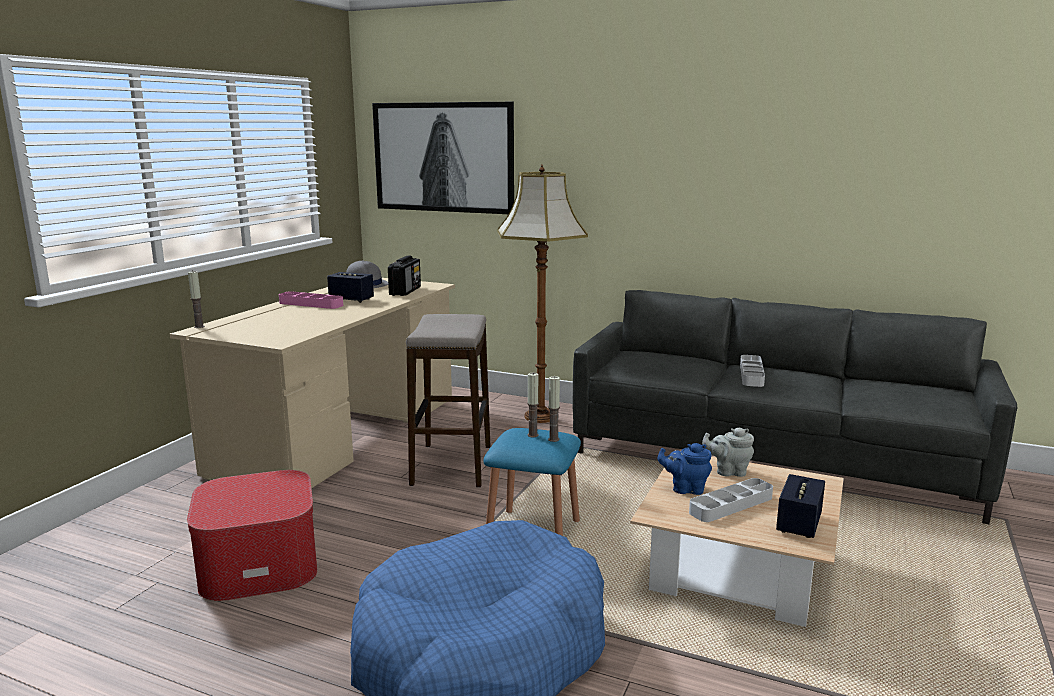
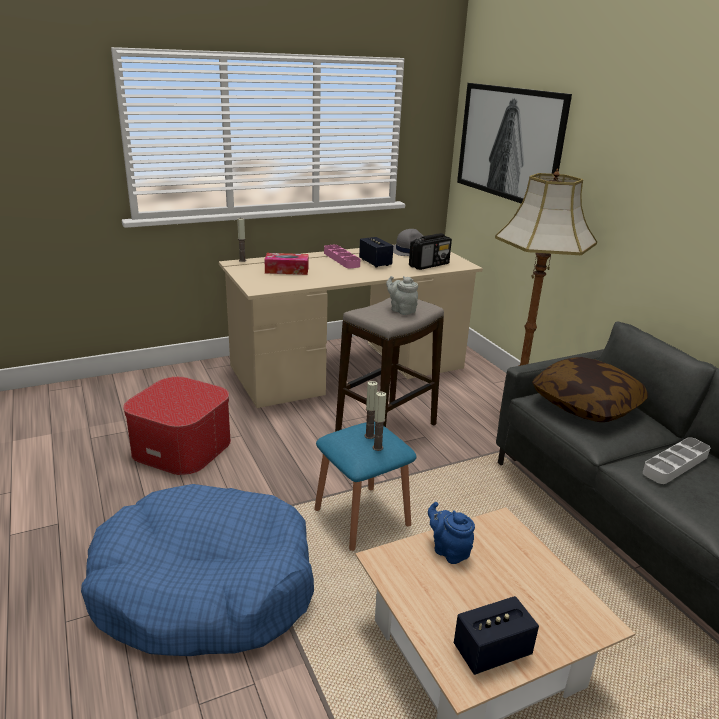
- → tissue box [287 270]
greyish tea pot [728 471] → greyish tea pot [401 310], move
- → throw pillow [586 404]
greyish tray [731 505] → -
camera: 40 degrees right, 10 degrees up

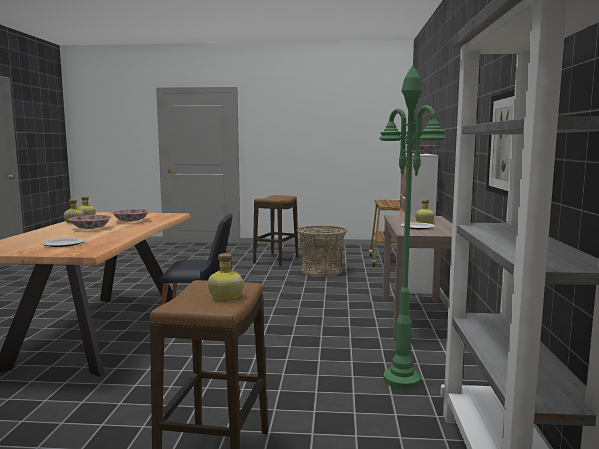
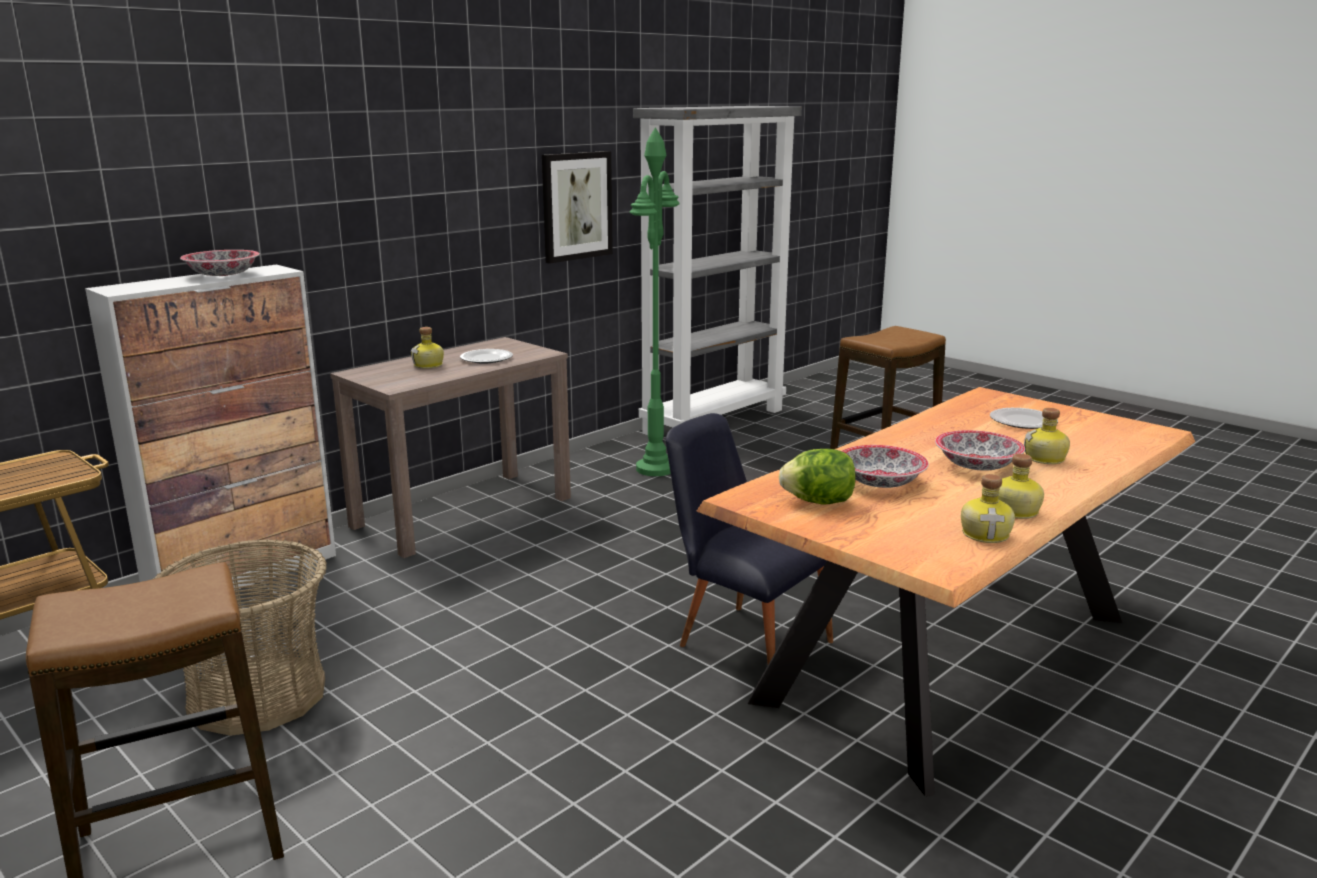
- → head of lettuce [818 502]
beverage bottle [224 295] → beverage bottle [1046 459], move
camera: 140 degrees left, 10 degrees up

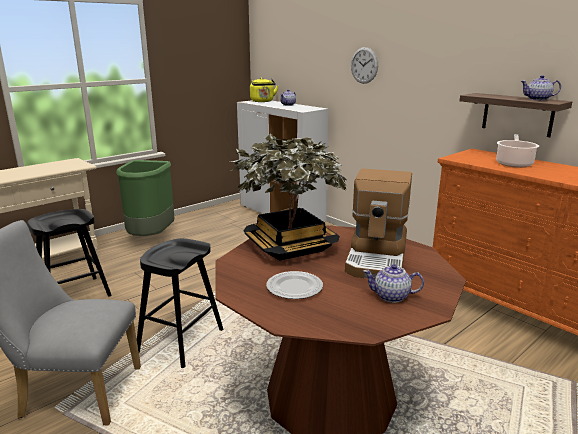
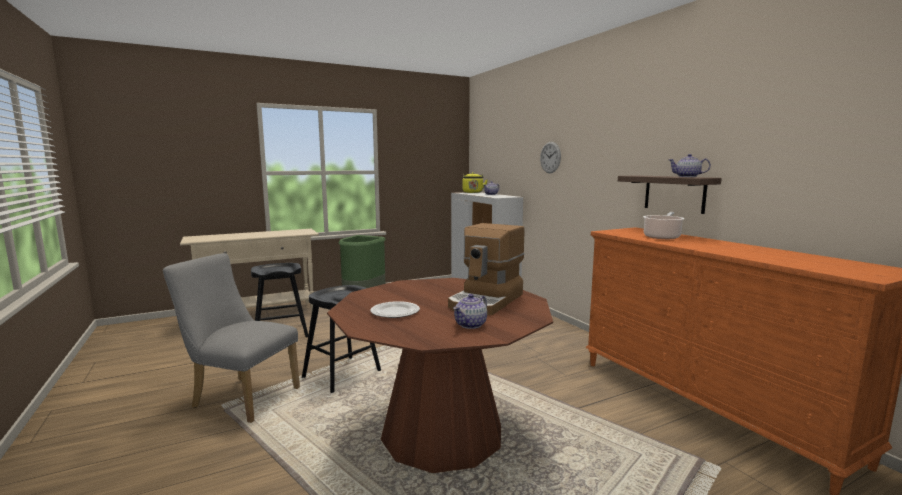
tea pot [392 296] → tea pot [471 325], 75 degrees counterclockwise
houseplant [290 247] → -
camera: 15 degrees right, 10 degrees down

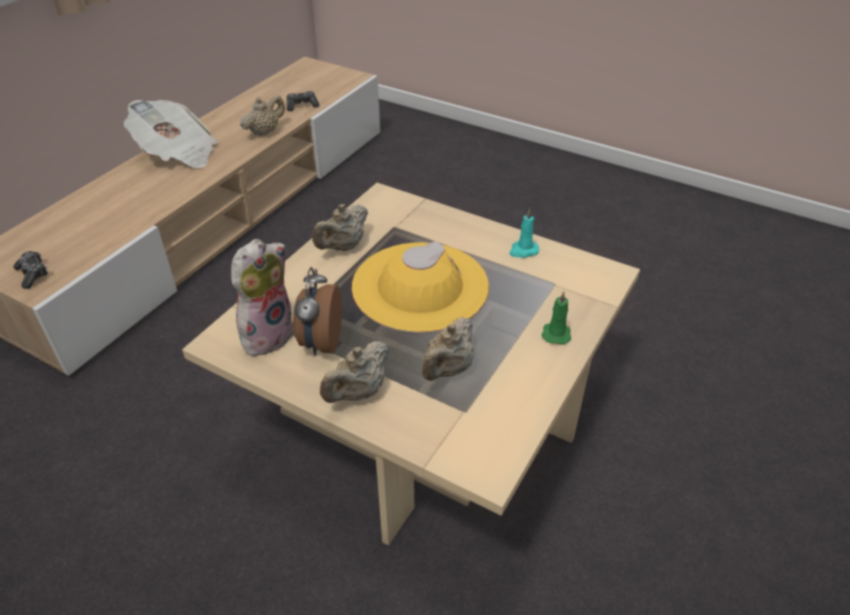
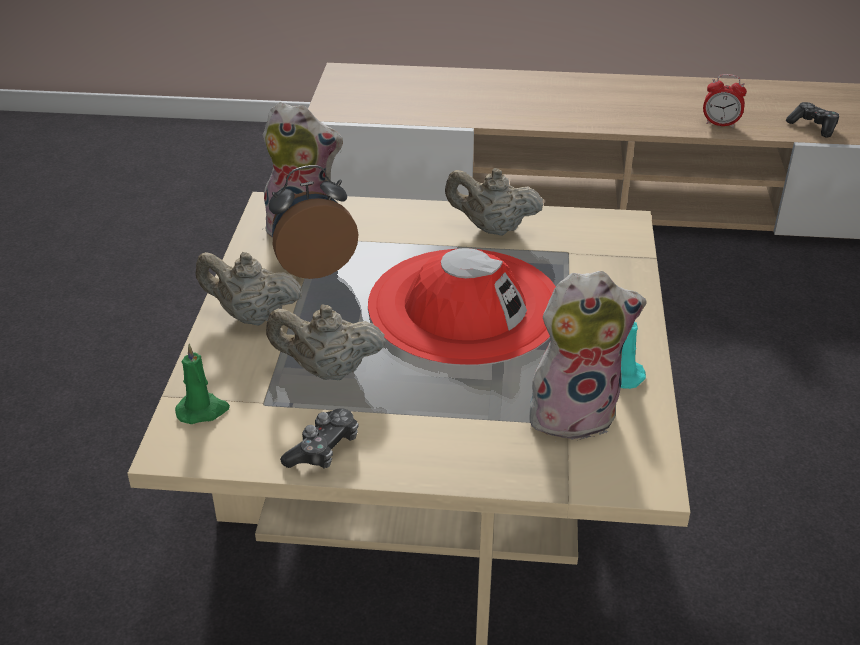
greenish candle [556 333] → greenish candle [203 410], move
joypad [33 274] → joypad [323 449], move
yellow-coloured clothing hat [420 286] → red-coloured clothing hat [464 306]
- → cuddly toy [574 412]
beige tea pot [265 132] → bedside clock [720 124]
daily paper [177 153] → -
camera: 65 degrees right, 5 degrees down

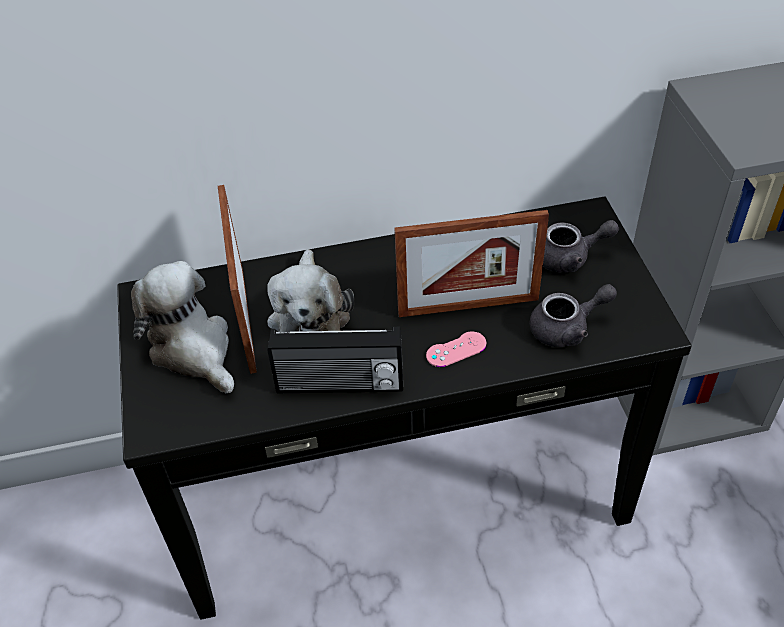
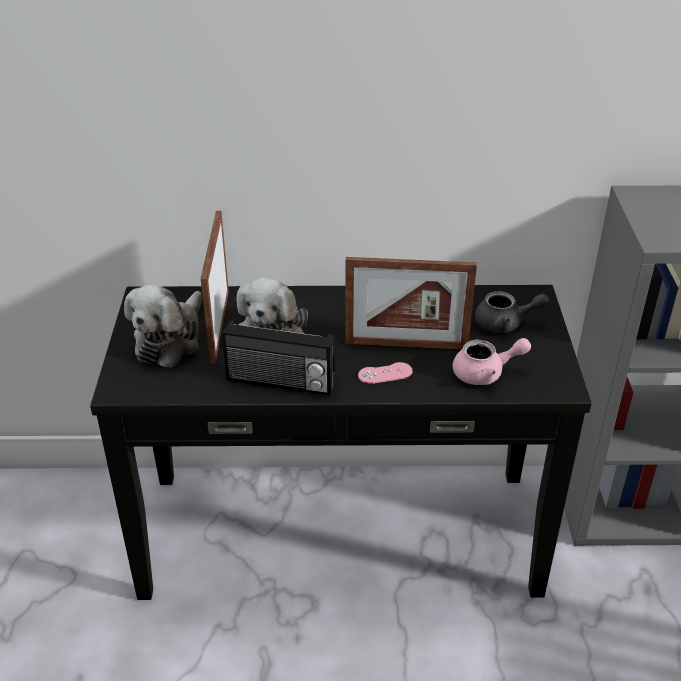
cuddly toy [193 349] → cuddly toy [170 339], 135 degrees counterclockwise
greyish tea pot [567 328] → pinkish tea pot [485 373]
camera: 10 degrees right, 10 degrees down

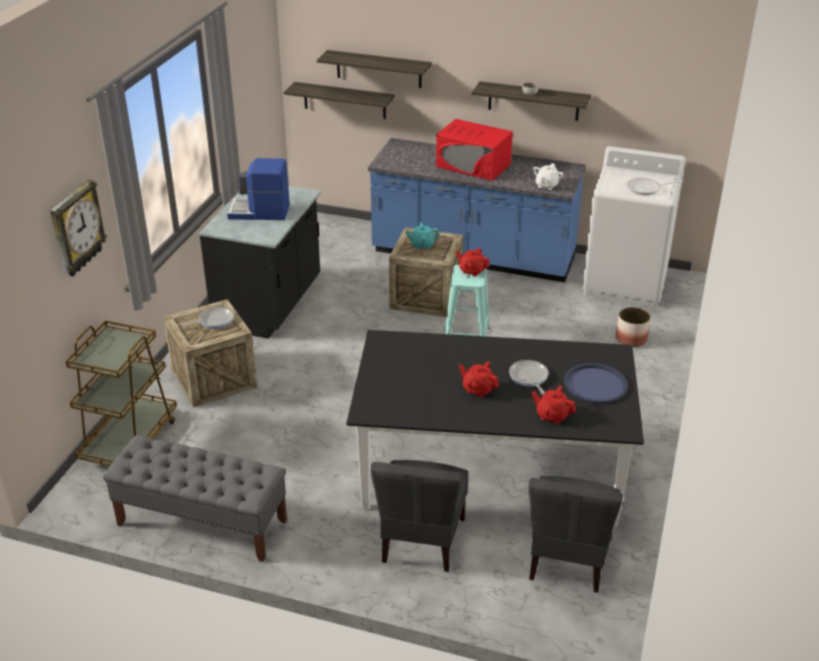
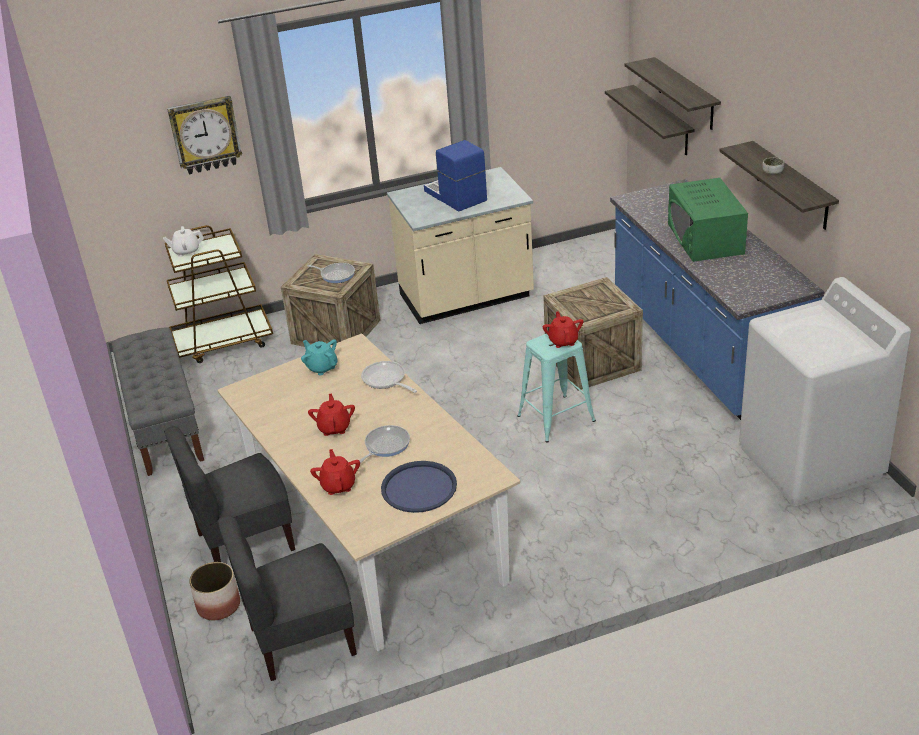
whitish tea pot [546 185] → whitish tea pot [186 251], move
plant pot [631 339] → plant pot [218 606], move
black dinner table [491 472] → beige dinner table [375 533]
turquoise tea pot [422 245] → turquoise tea pot [321 367], move
skillet [647 189] → skillet [386 380], move
black kitchen base unit [270 305] → beige kitchen base unit [466 298]
red-coloured microwave [473 165] → greenish microwave [705 238]
camera: 55 degrees right, 0 degrees up

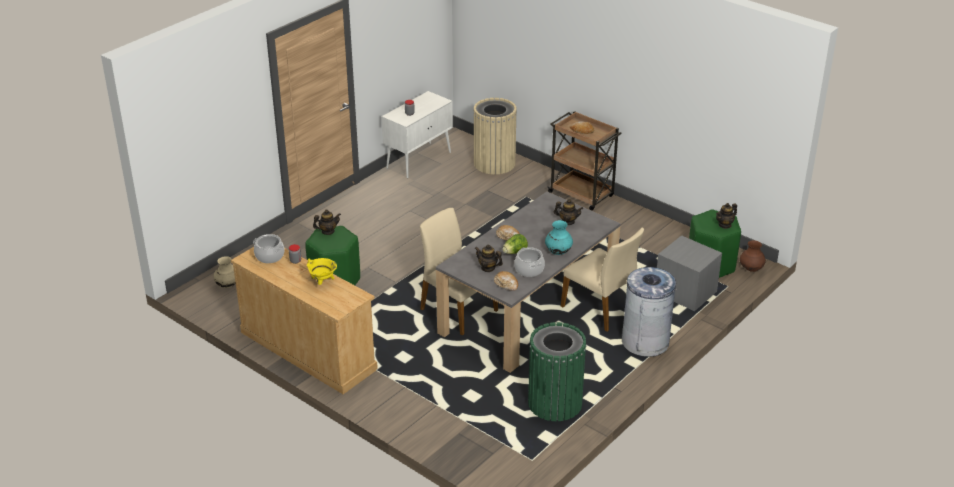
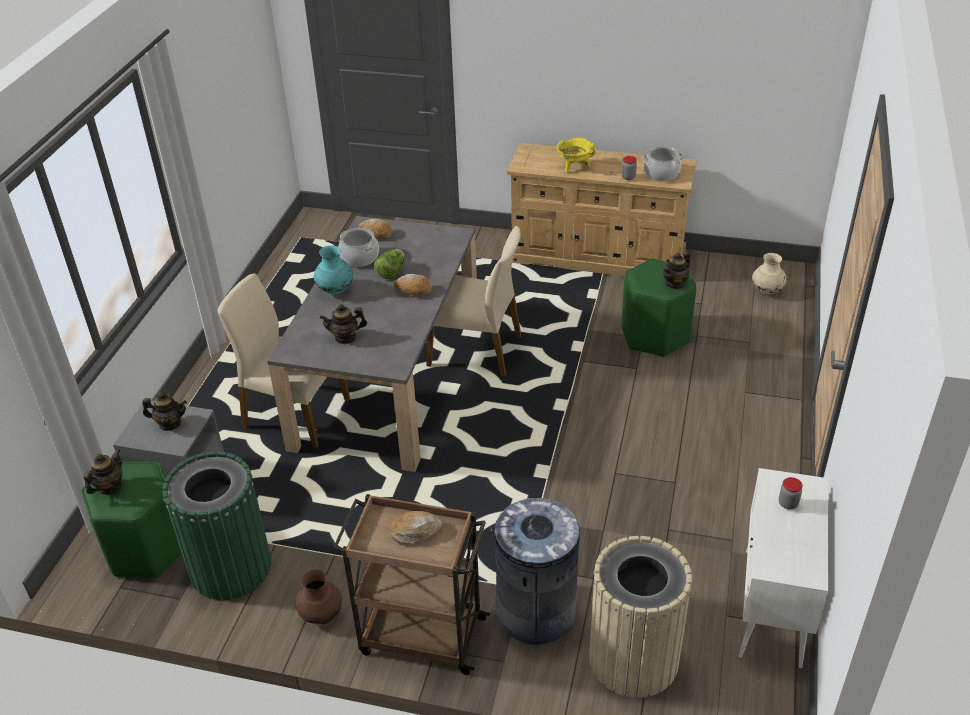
tea pot [488 268] → tea pot [170 424], move
greenish waste bin [555 403] → greenish waste bin [230 567], move
brown flower vase [751 269] → brown flower vase [321 614], move
greyish waste bin [645 342] → greyish waste bin [536 612], move
camera: 155 degrees right, 5 degrees up

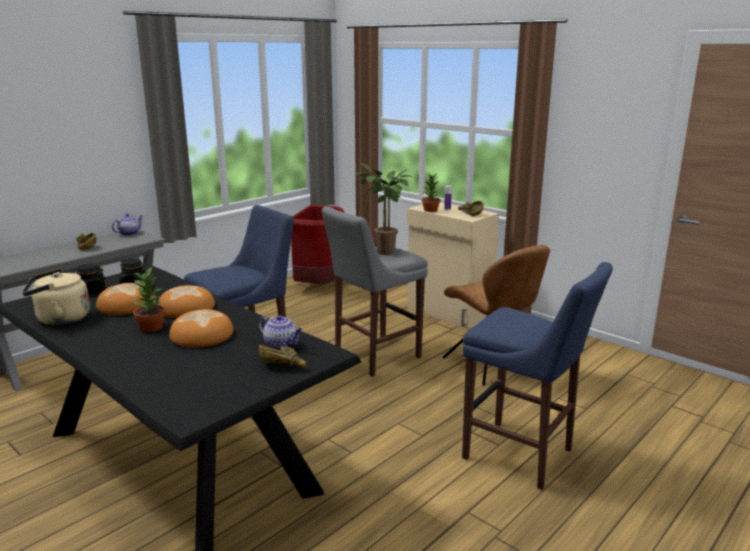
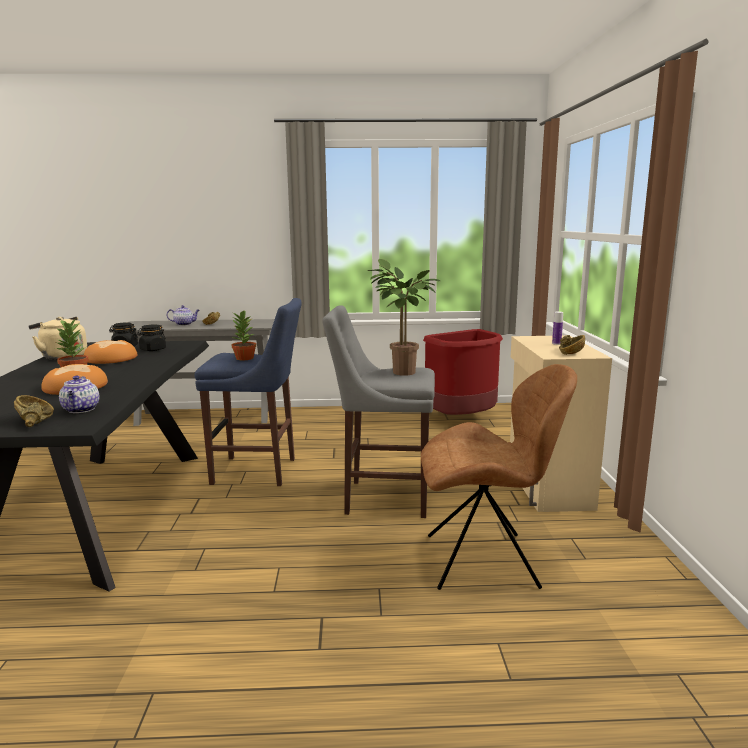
tea pot [129 233] → tea pot [184 324], move
houseplant [430 210] → houseplant [244 358], move
brown upright chair [490 365] → brown upright chair [486 561], 105 degrees counterclockwise
baked bread [187 308] → -
blue stool seat [522 456] → -
camera: 45 degrees right, 5 degrees down

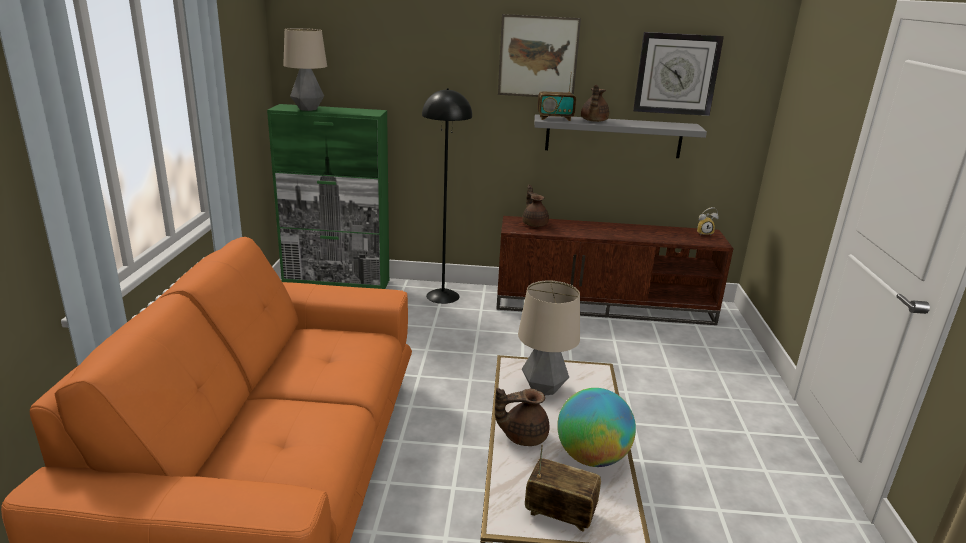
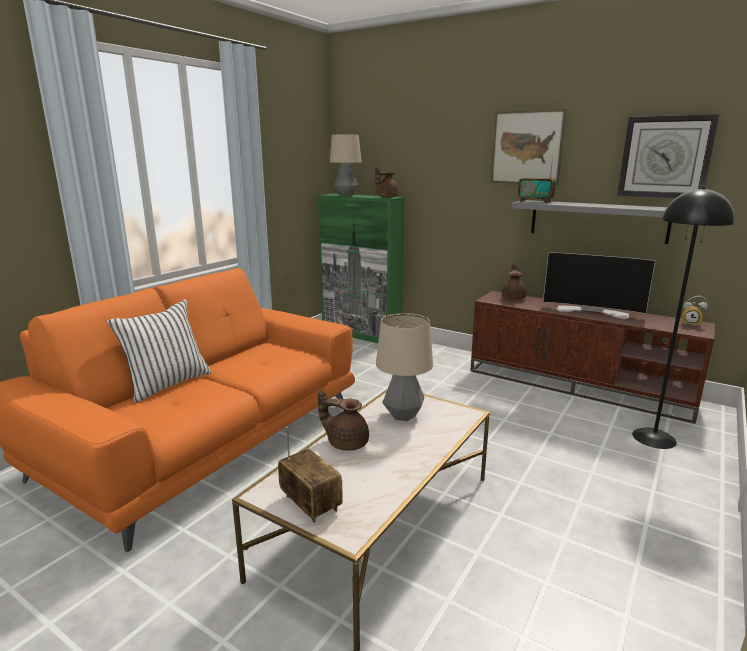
- → whitish throw pillow [167 384]
brown tea pot [593 121] → brown tea pot [386 197], move
- → TV set [592 311]
black standard lamp [443 296] → black standard lamp [654 438], move
desk globe [591 457] → -
camera: 30 degrees right, 5 degrees down

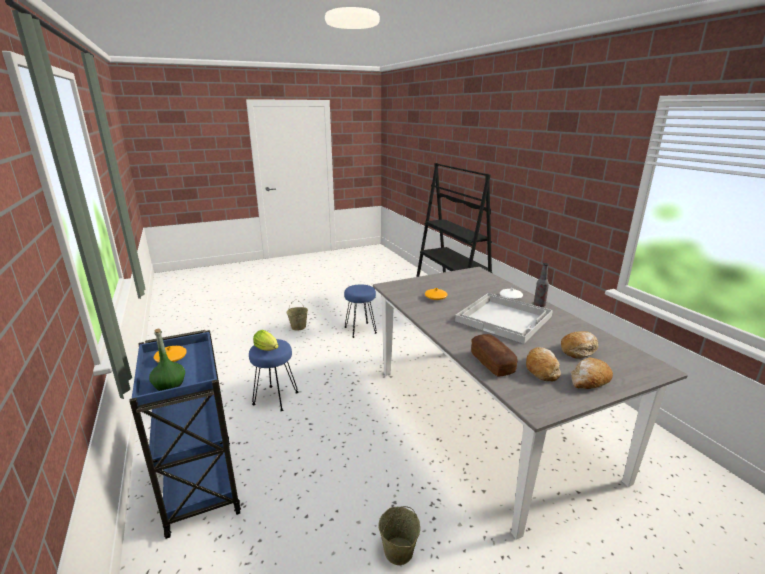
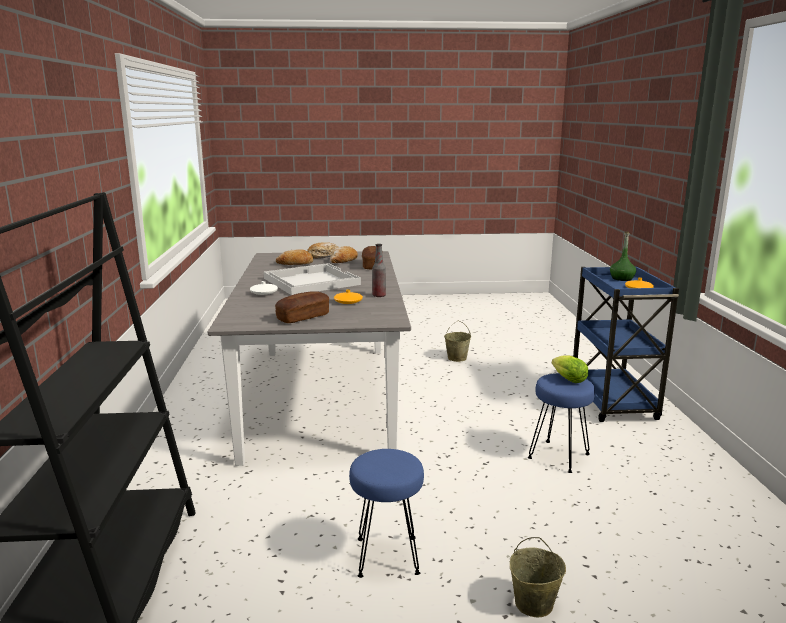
- → baked bread [303 317]
beverage bottle [539 305] → beverage bottle [379 295], move
camera: 160 degrees left, 5 degrees down

